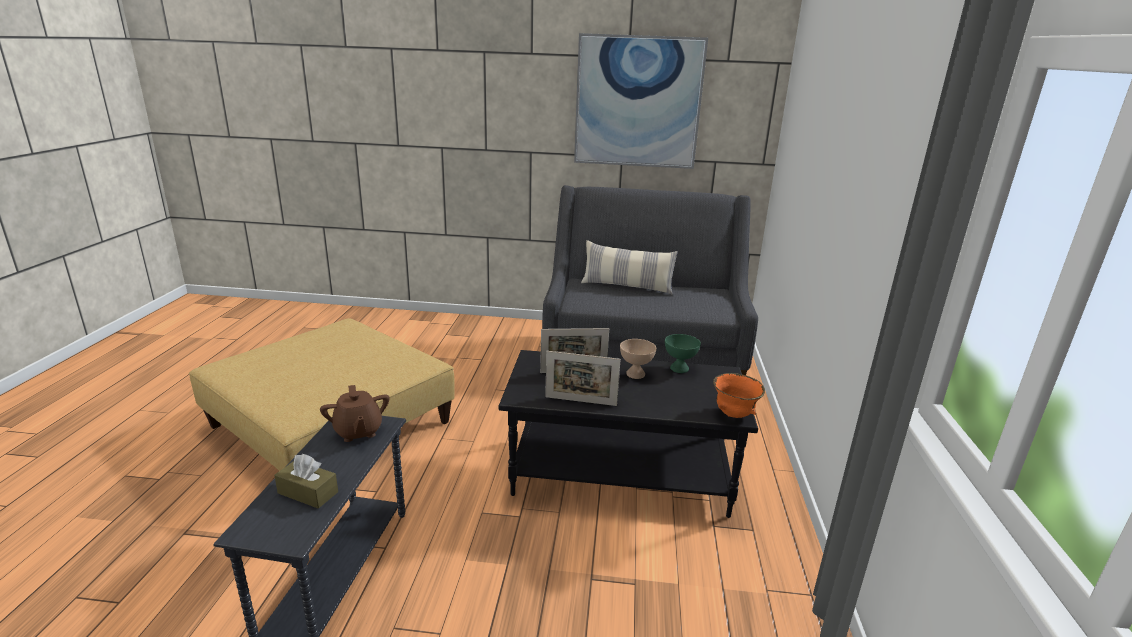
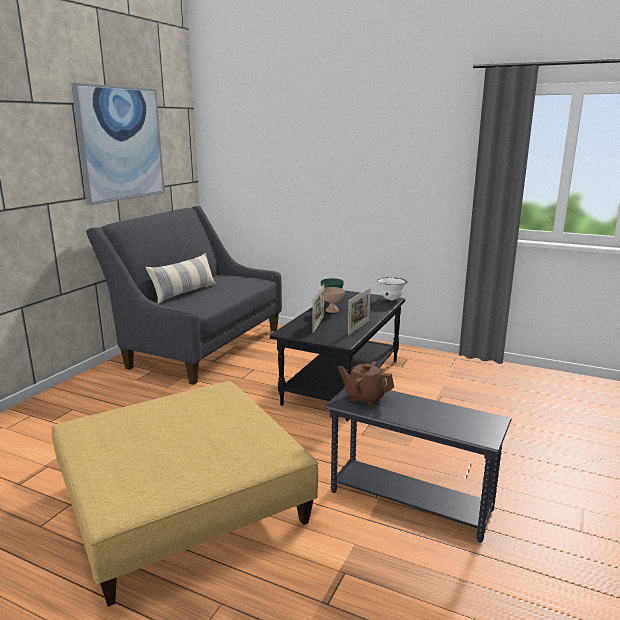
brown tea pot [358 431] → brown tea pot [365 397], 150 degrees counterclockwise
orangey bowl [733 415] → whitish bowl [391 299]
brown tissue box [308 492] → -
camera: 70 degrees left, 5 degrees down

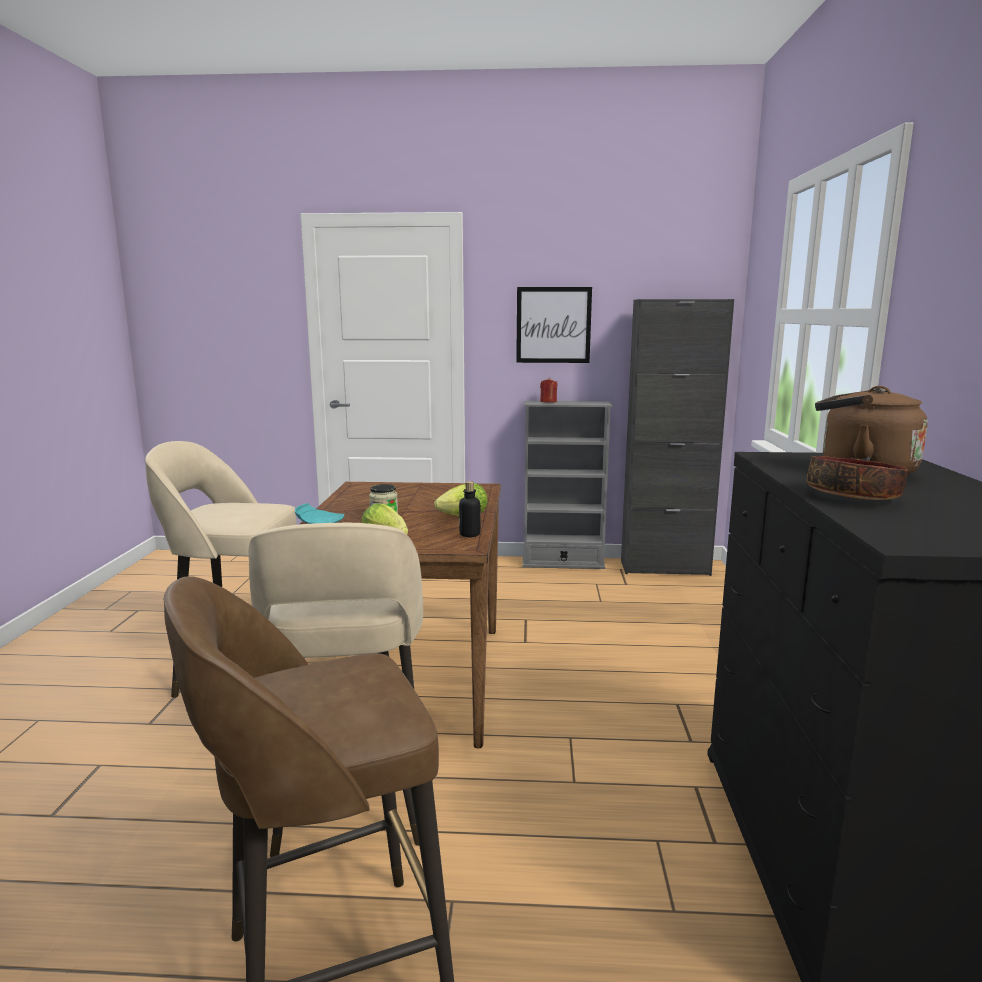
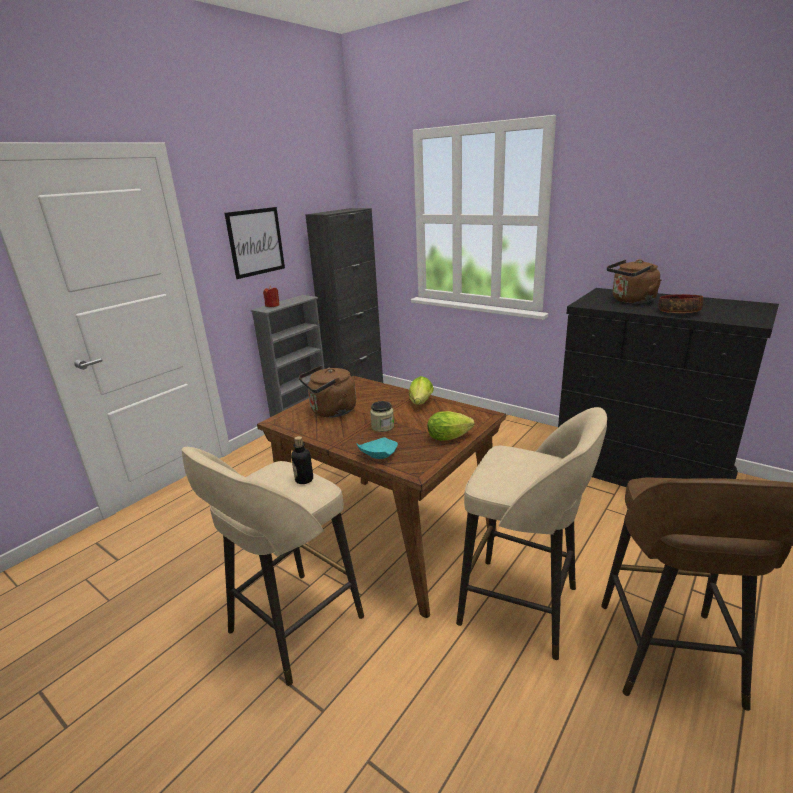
beverage bottle [469 534] → beverage bottle [304 479], move
- → brown tea kettle [331 411]
camera: 55 degrees left, 10 degrees up

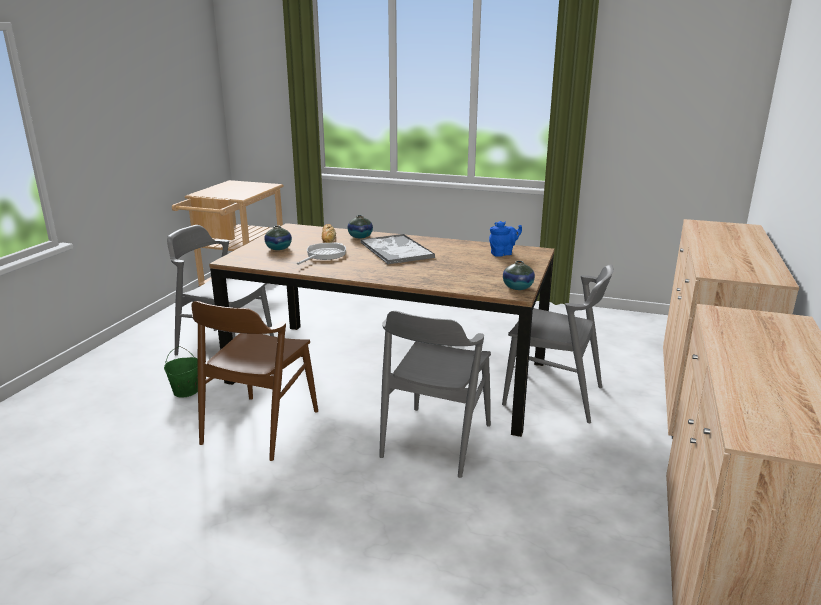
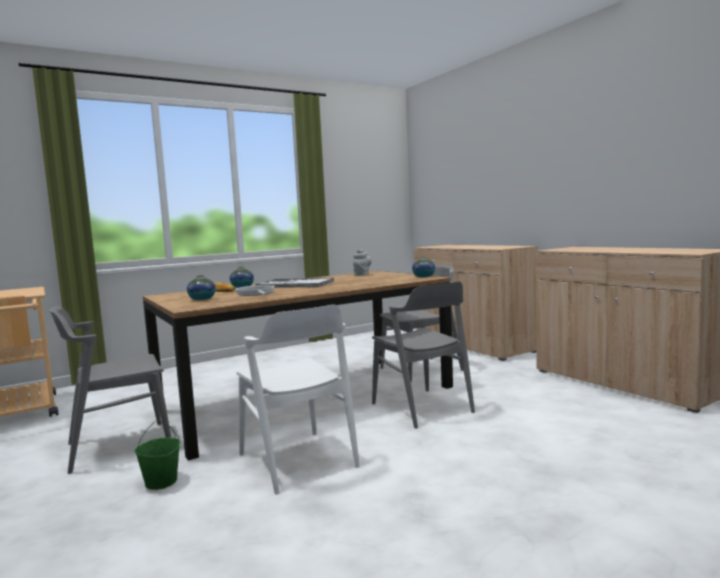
brown upright chair [260 427] → whitish upright chair [297 460]
blue tea pot [503 253] → greyish tea pot [362 274]
camera: 50 degrees left, 15 degrees down

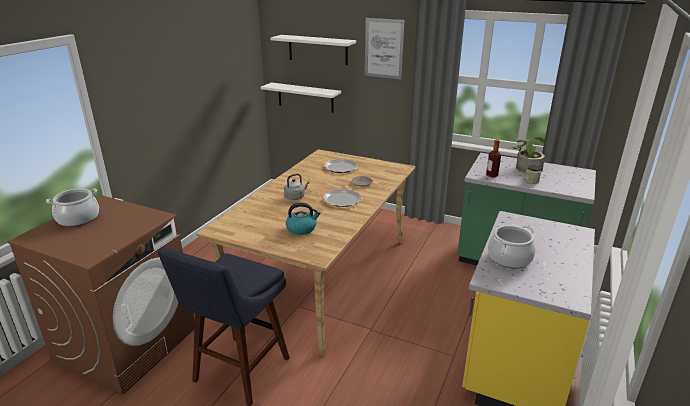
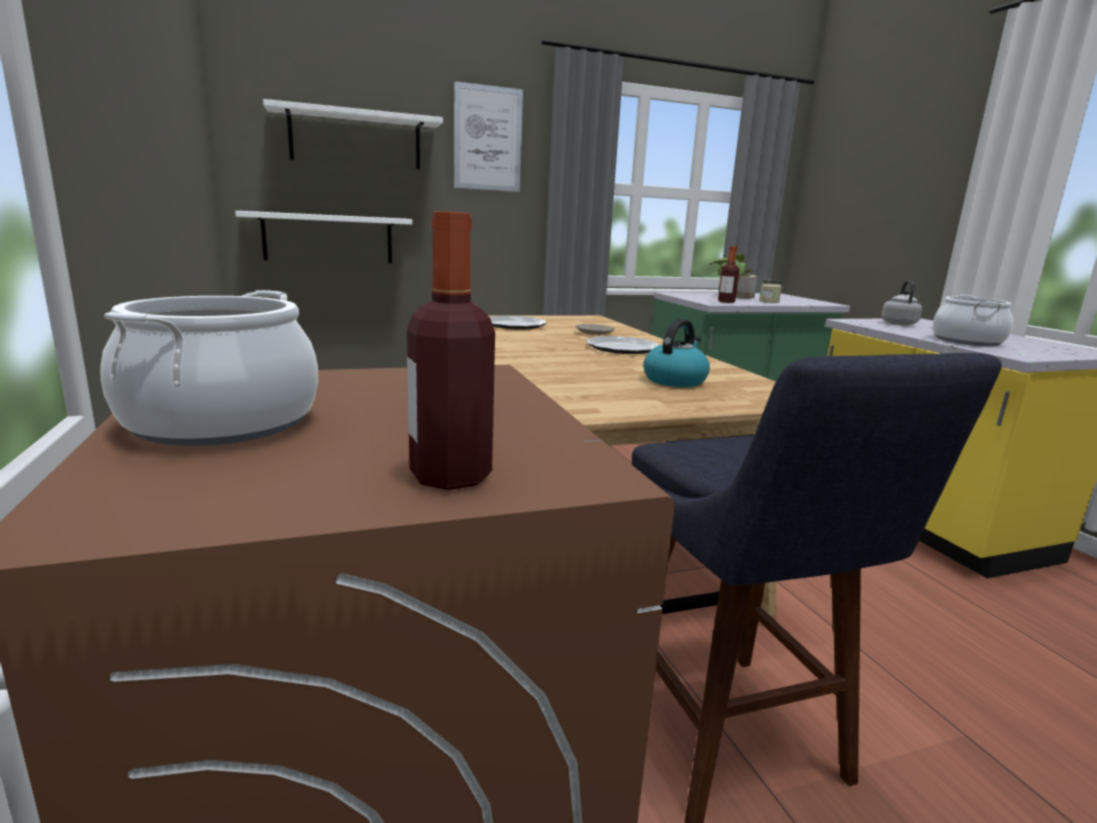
- → beverage bottle [450 476]
greyish tea kettle [295 197] → greyish tea kettle [898 323], move
camera: 45 degrees left, 10 degrees down

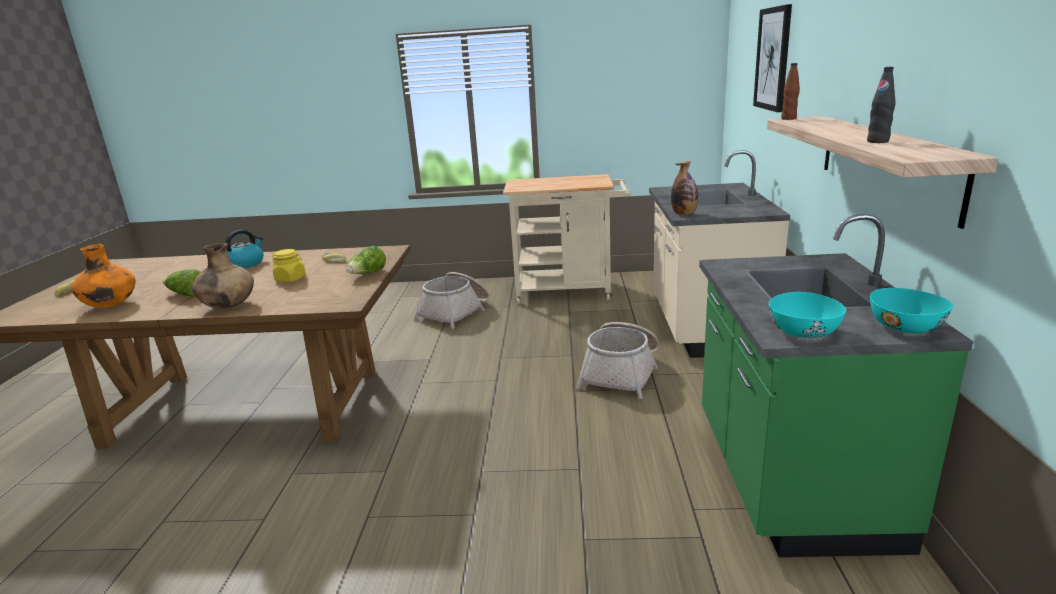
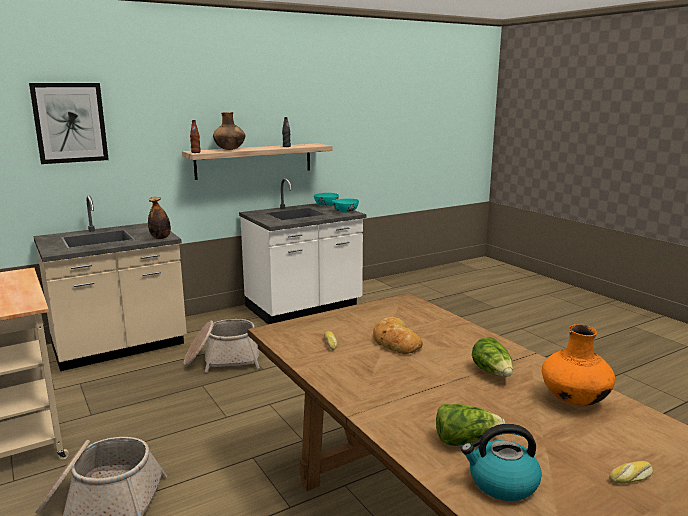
brown flower vase [228 306] → brown flower vase [230 149], move
greenish kitchen base unit [789 479] → whitish kitchen base unit [304 307]
yellow-coloured storage jar [291 279] → baked bread [395 341]
head of lettuce [368 274] → head of lettuce [465 440], move
tea kettle [246 264] → tea kettle [502 483], move
camera: 125 degrees left, 5 degrees down

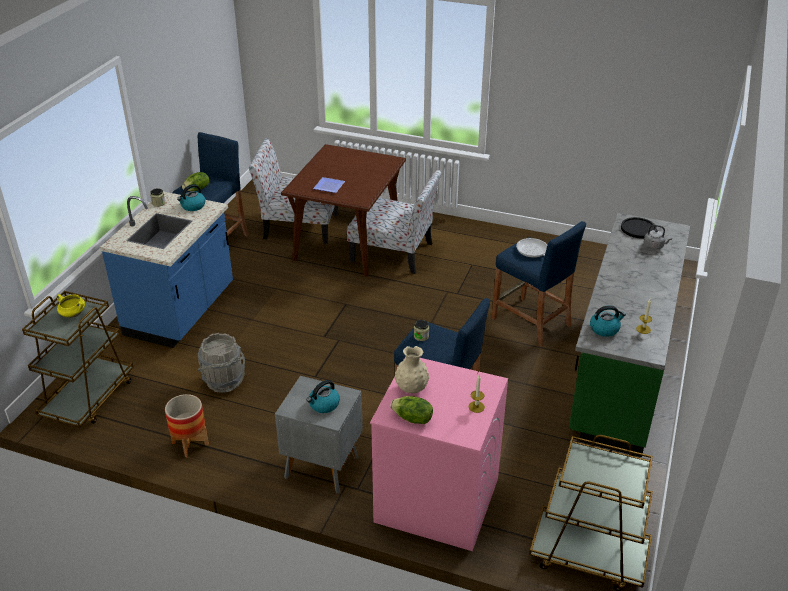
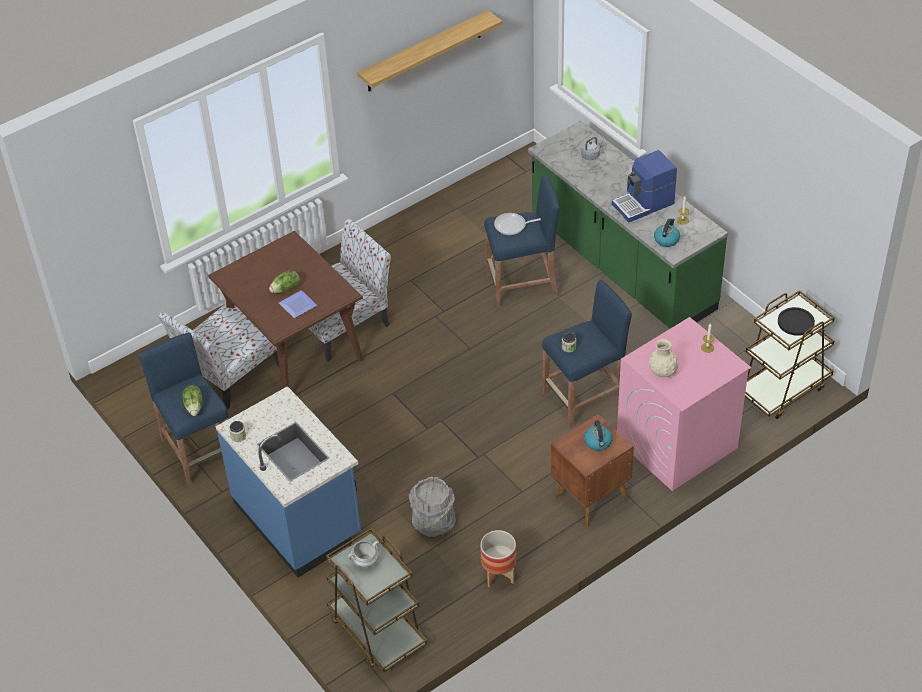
head of lettuce [412 419] → head of lettuce [286 289], move
yellow-coloured saucepot [72 314] → whitish saucepot [365 561]
- → wall shelf [424 52]
greyish night table [321 465] → brown night table [590 497]
- → coffee maker [644 204]
black plate [638 229] → black plate [795 322], move
tea kettle [193 206] → -
camera: 55 degrees left, 10 degrees up

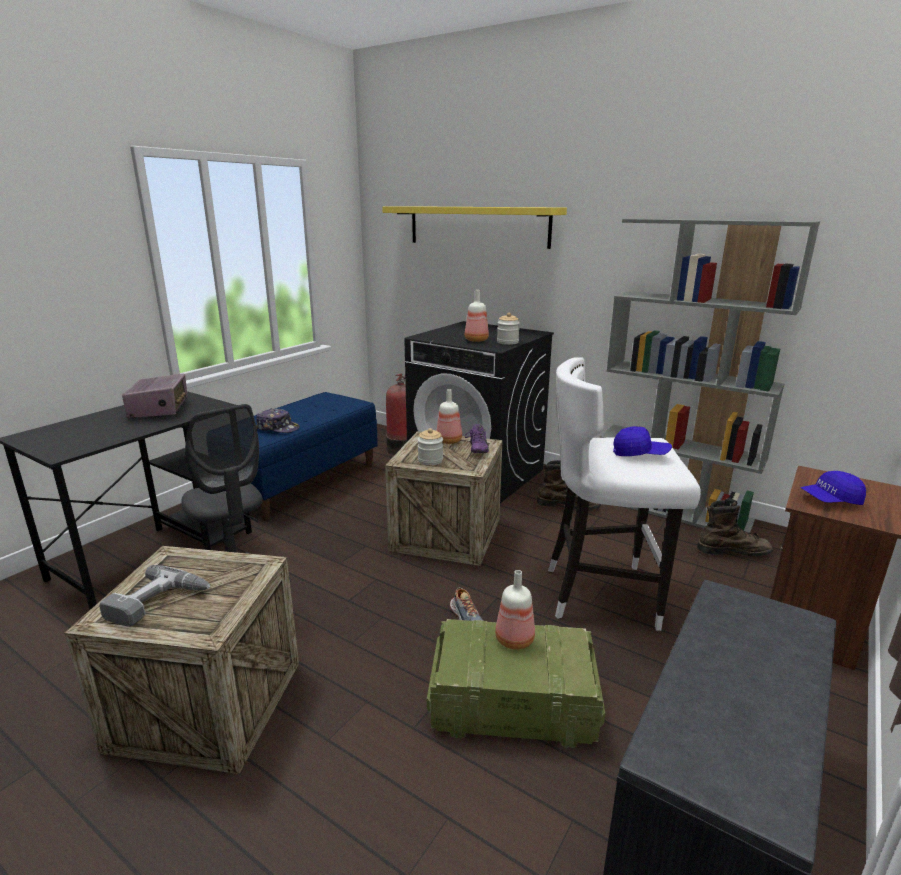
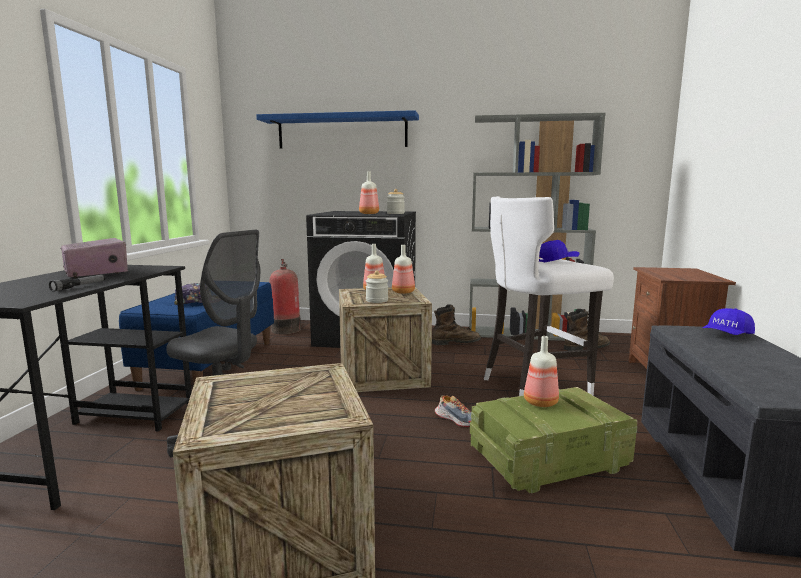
- → hand torch [79 286]
yellow-coloured wall shelf [477 226] → blue wall shelf [342 132]
purple low shoe [476 449] → beverage bottle [403 292]
blue baseball cap [830 500] → blue baseball cap [726 335], move
drill [159 604] → -
camera: 25 degrees left, 10 degrees down

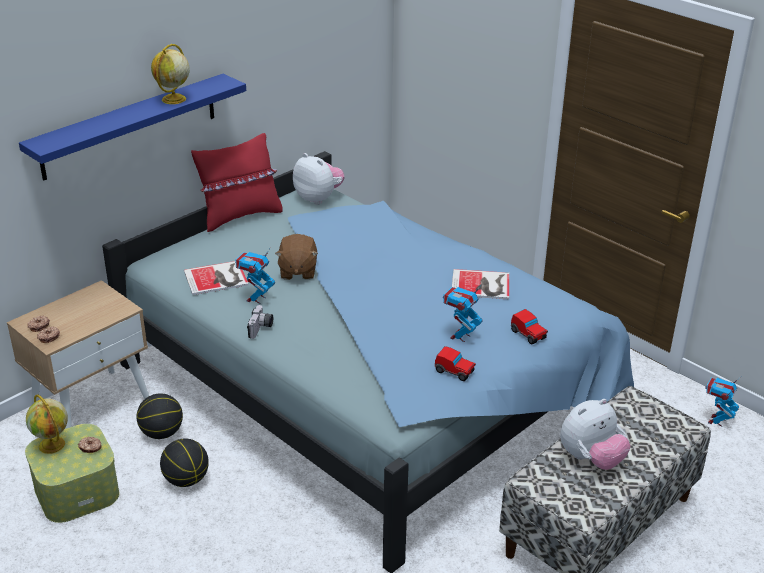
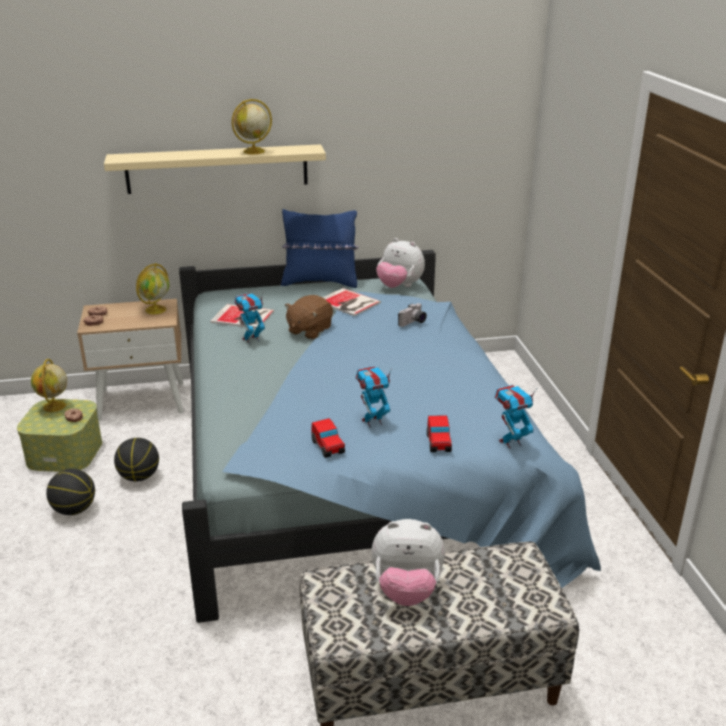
ball for basketball [162 433] → ball for basketball [74 510], move
blue wall shelf [130 126] → beige wall shelf [217 169]
- → desk globe [156 309]
red-coloured throw pillow [240 216] → blue throw pillow [320 282]
bound book [482 285] → bound book [348 303], move
cuddly toy [318 198] → cuddly toy [399 286], 135 degrees clockwise
still camera [261 329] → still camera [413 323], move
toy robot [716 421] → toy robot [510 442], move
camera: 35 degrees right, 5 degrees down

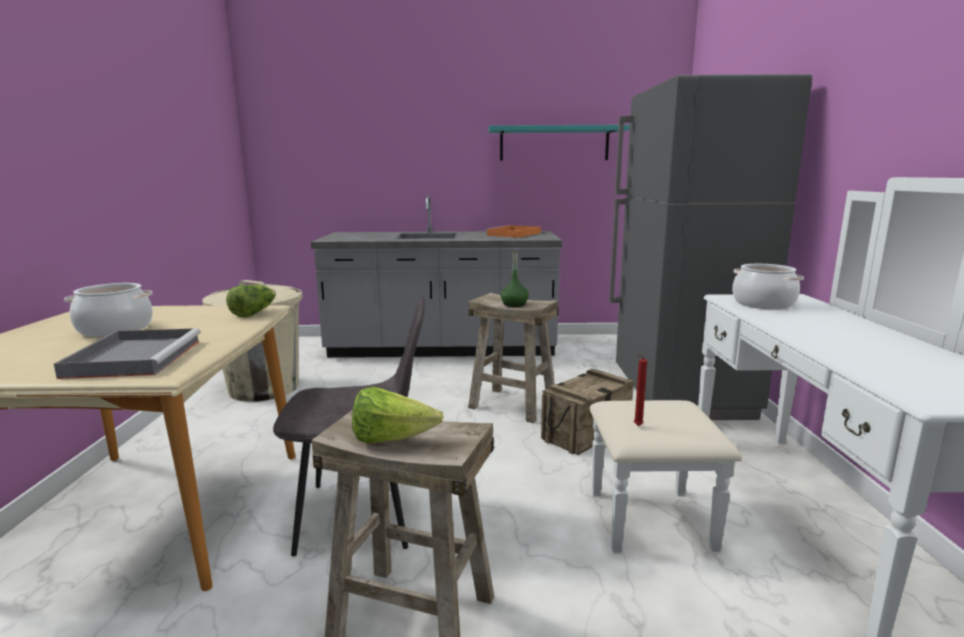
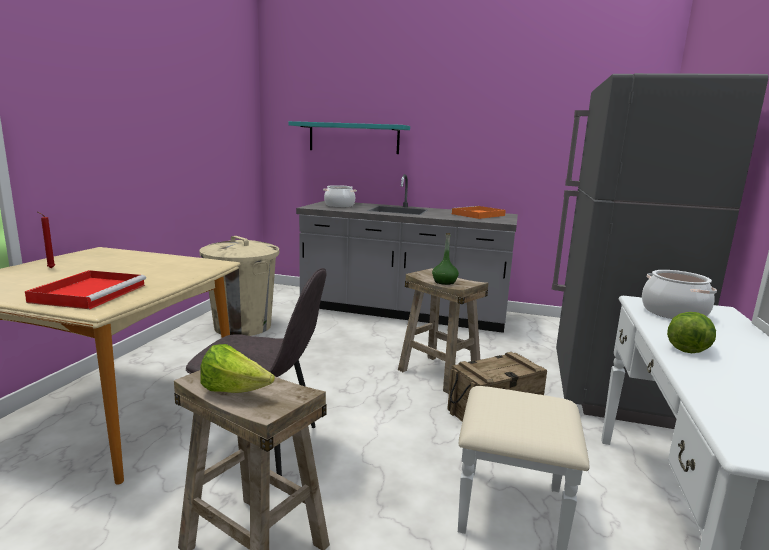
greyish tray [135 357] → red-coloured tray [90 293]
red-coloured candle [637 426] → red-coloured candle [50 268], move
turquoise wall shelf [554 144] → turquoise wall shelf [353 138], move
saucepot [116 329] → saucepot [339 206], move
head of lettuce [254 313] → head of lettuce [687 346], move
camera: 15 degrees right, 0 degrees up

